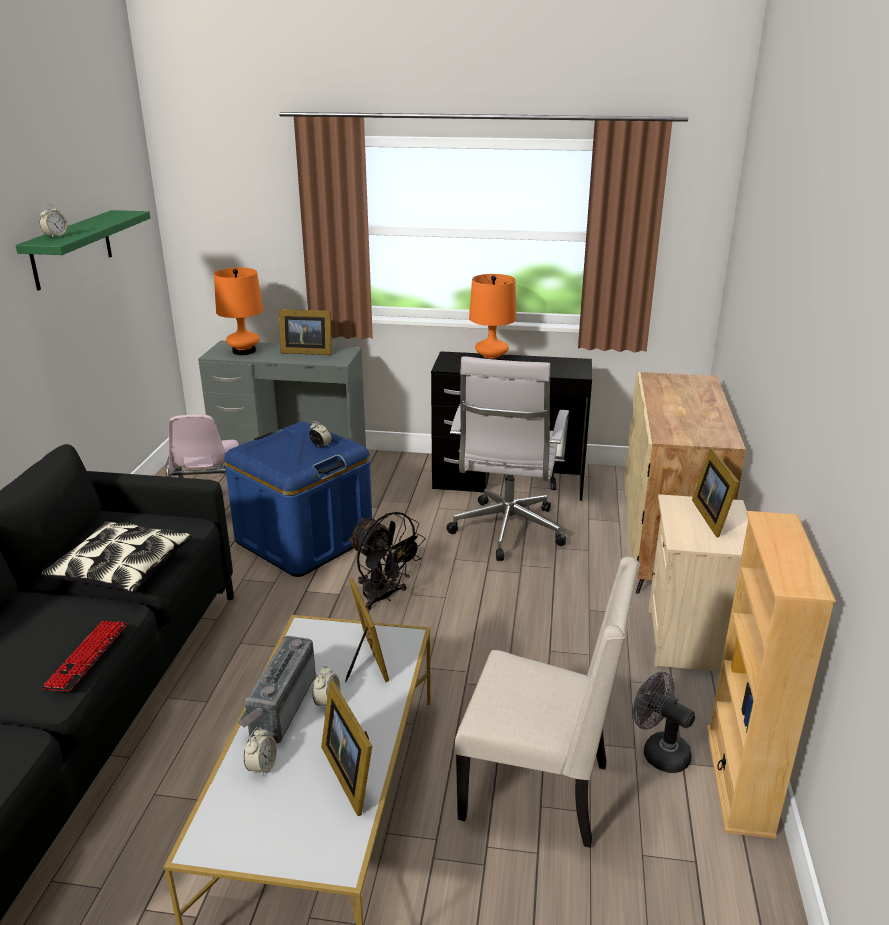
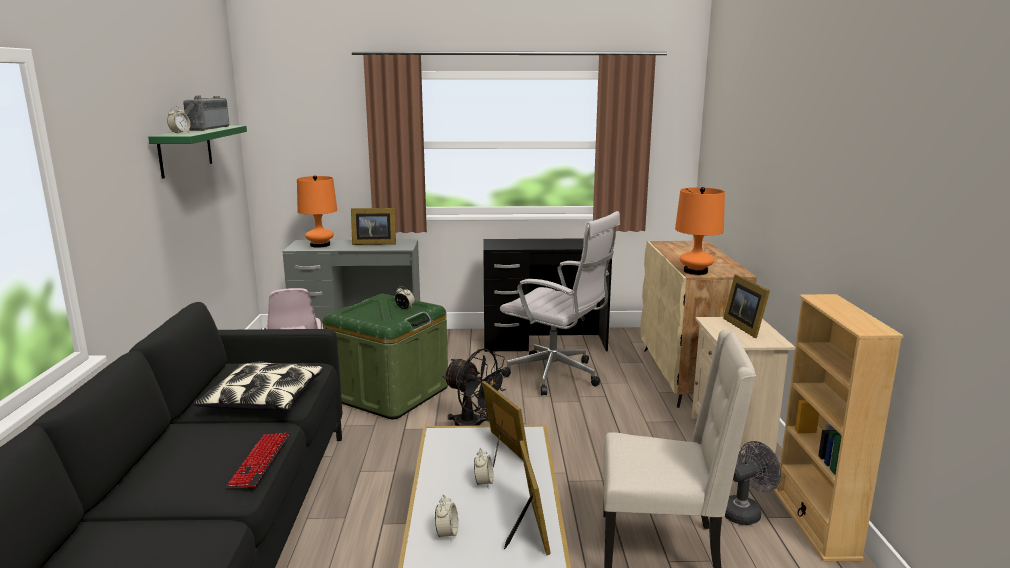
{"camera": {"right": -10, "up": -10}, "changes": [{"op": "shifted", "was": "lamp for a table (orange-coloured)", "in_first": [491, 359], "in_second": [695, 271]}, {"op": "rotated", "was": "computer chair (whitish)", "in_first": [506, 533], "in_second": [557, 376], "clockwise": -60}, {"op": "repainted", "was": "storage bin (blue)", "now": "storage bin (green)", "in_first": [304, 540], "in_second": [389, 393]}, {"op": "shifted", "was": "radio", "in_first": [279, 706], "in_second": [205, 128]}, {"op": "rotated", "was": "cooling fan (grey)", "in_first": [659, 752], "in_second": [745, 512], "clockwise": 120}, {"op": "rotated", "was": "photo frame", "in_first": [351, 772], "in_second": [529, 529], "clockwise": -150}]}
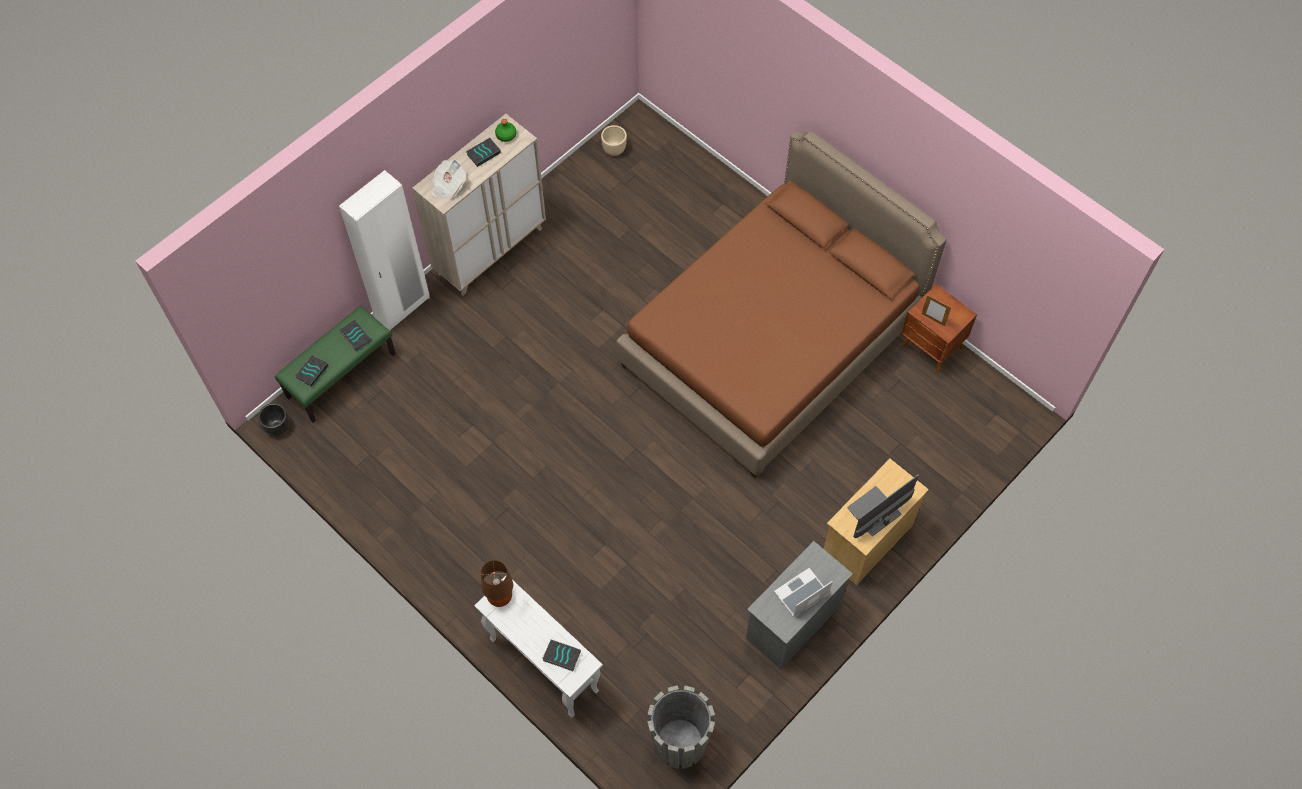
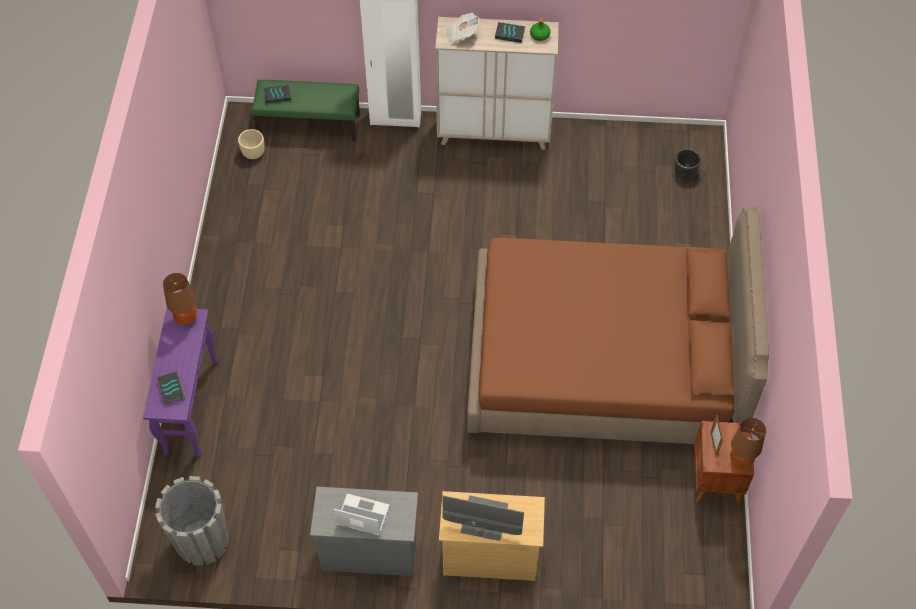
{"camera": {"right": 50, "up": -5}, "changes": [{"op": "shifted", "was": "flower pot (beige)", "in_first": [614, 149], "in_second": [254, 153]}, {"op": "gone", "was": "book", "in_first": [355, 336]}, {"op": "shifted", "was": "flower pot (black)", "in_first": [277, 427], "in_second": [684, 173]}, {"op": "repainted", "was": "console table (whitish)", "now": "console table (purplish)", "in_first": [543, 664], "in_second": [191, 405]}, {"op": "new", "now": "lamp for a table (brownish)", "in_second": [741, 460]}]}
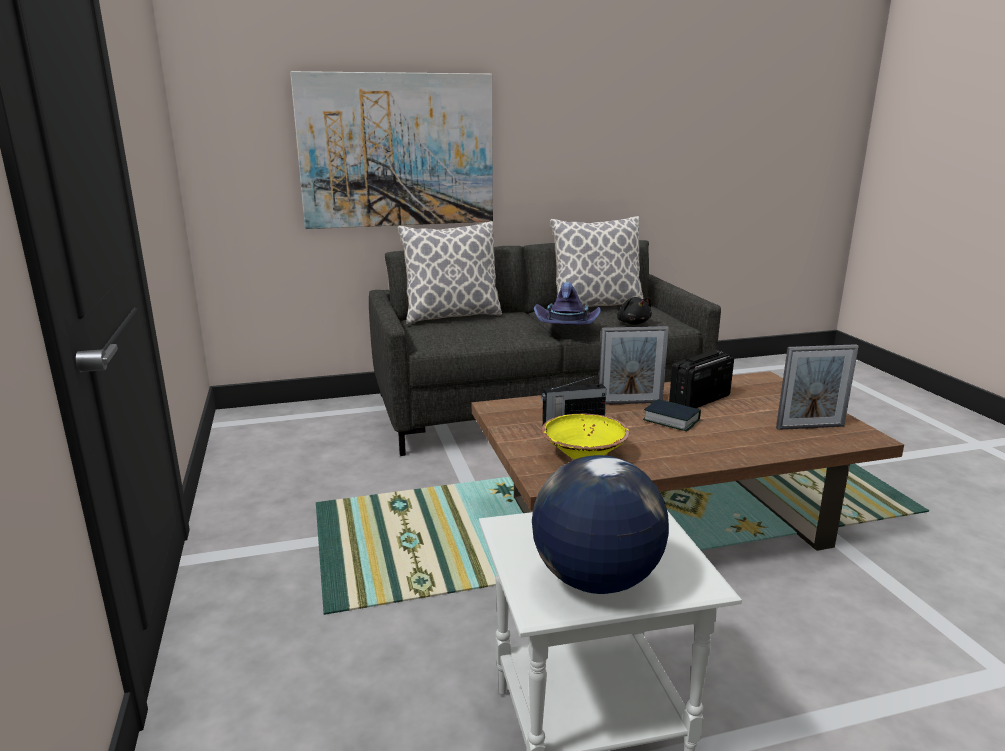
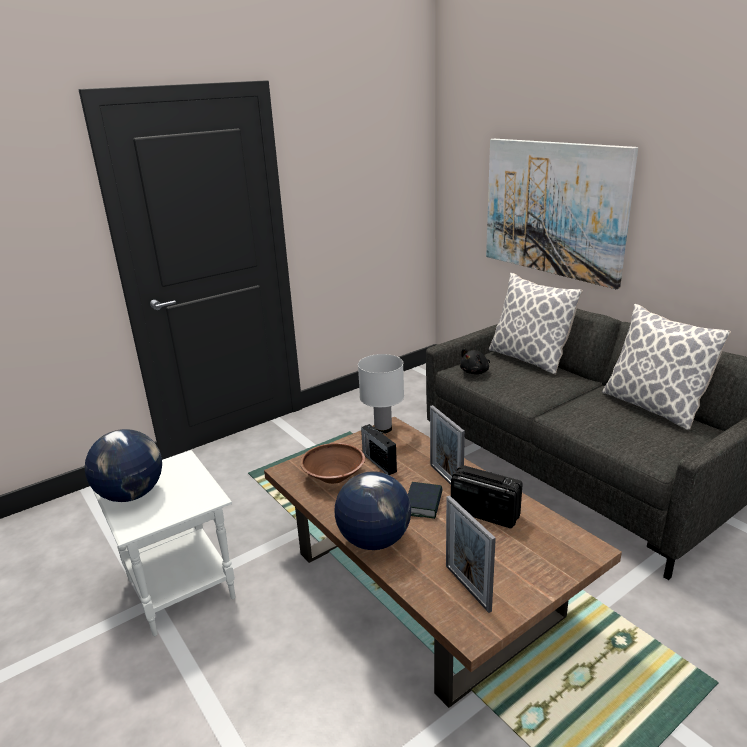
{"camera": {"right": 70, "up": 5}, "changes": [{"op": "gone", "was": "clothing hat (purplish)", "in_first": [567, 327]}, {"op": "shifted", "was": "cuddly toy (black)", "in_first": [633, 323], "in_second": [475, 372]}, {"op": "repainted", "was": "deep dish (yellowish)", "now": "deep dish (brownish)", "in_first": [584, 454], "in_second": [333, 476]}, {"op": "new", "now": "lamp for a table (whitish)", "in_second": [382, 428]}, {"op": "new", "now": "globe", "in_second": [374, 540]}]}
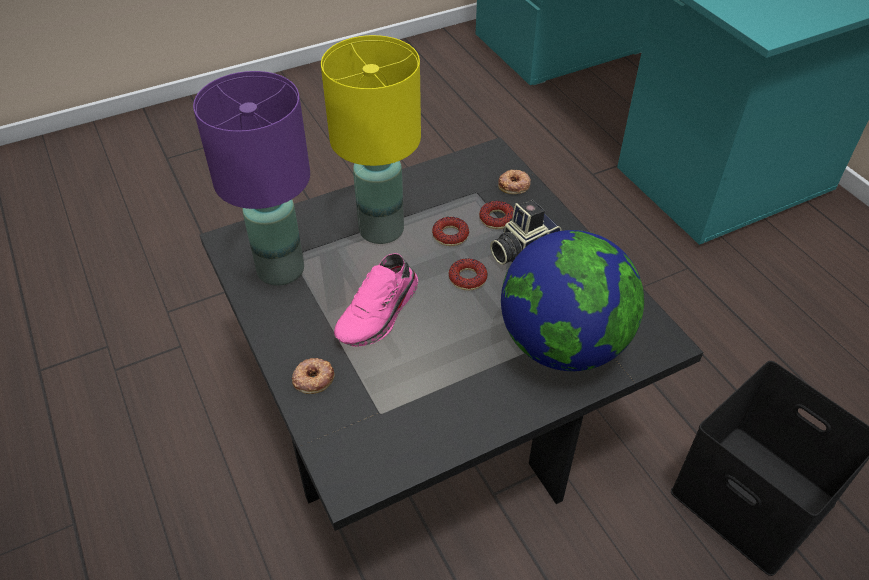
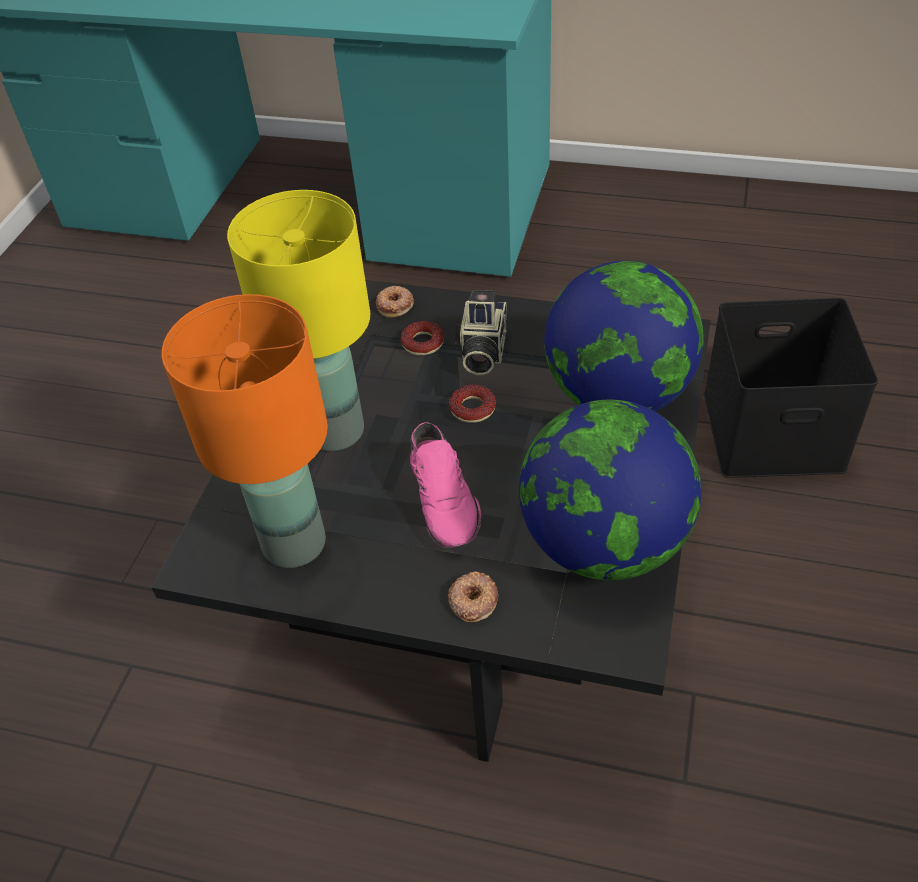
{"camera": {"right": -45, "up": 0}, "changes": [{"op": "repainted", "was": "lamp for a table (purplish)", "now": "lamp for a table (orange-coloured)", "in_first": [279, 269], "in_second": [292, 544]}, {"op": "gone", "was": "doughnut", "in_first": [450, 235]}, {"op": "new", "now": "globe", "in_second": [604, 543]}]}
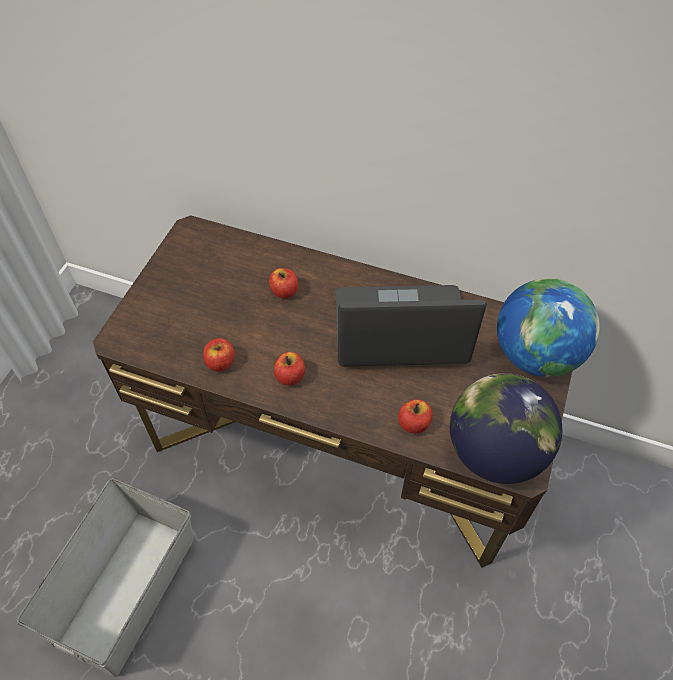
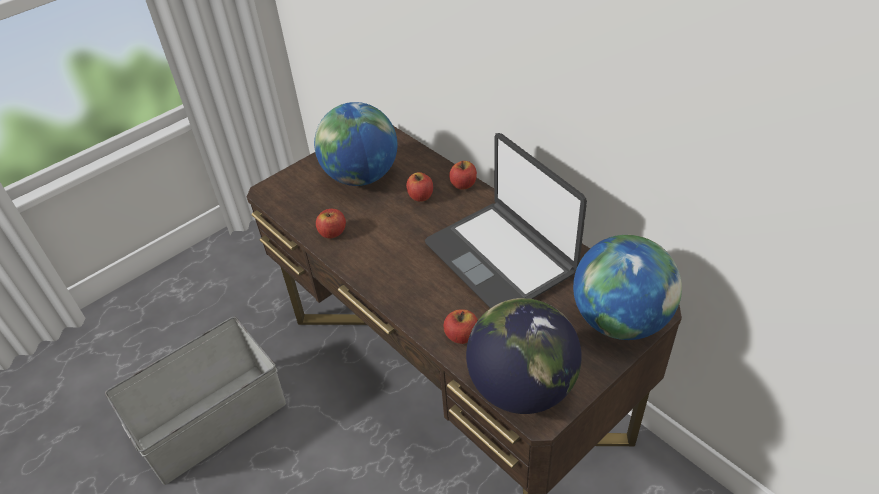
{"camera": {"right": 30, "up": -10}, "changes": [{"op": "rotated", "was": "portable computer", "in_first": [400, 330], "in_second": [501, 257], "clockwise": -150}, {"op": "shifted", "was": "apple fruit", "in_first": [290, 376], "in_second": [463, 184]}, {"op": "new", "now": "globe", "in_second": [361, 176]}]}
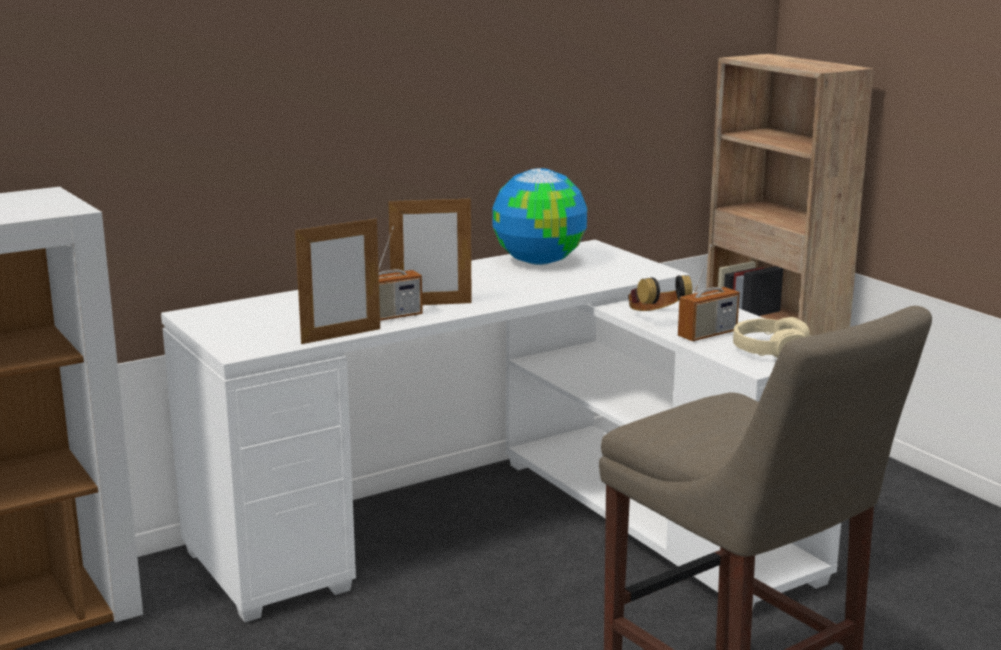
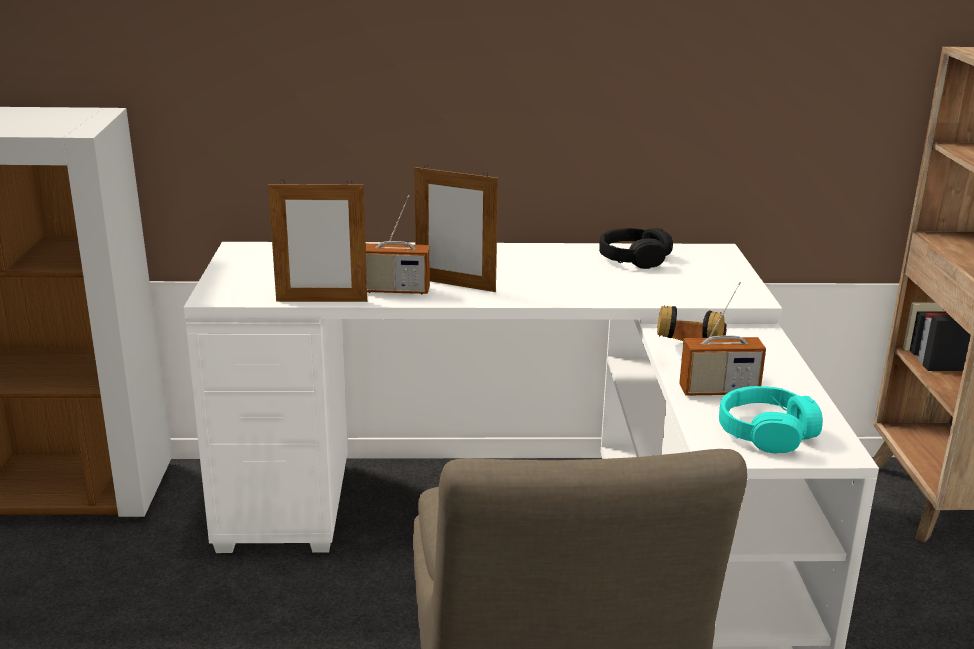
{"camera": {"right": 30, "up": 5}, "changes": [{"op": "swapped", "was": "globe", "now": "headset (black)", "in_first": [538, 262], "in_second": [633, 258]}, {"op": "repainted", "was": "headset (beige)", "now": "headset (turquoise)", "in_first": [769, 350], "in_second": [766, 432]}]}
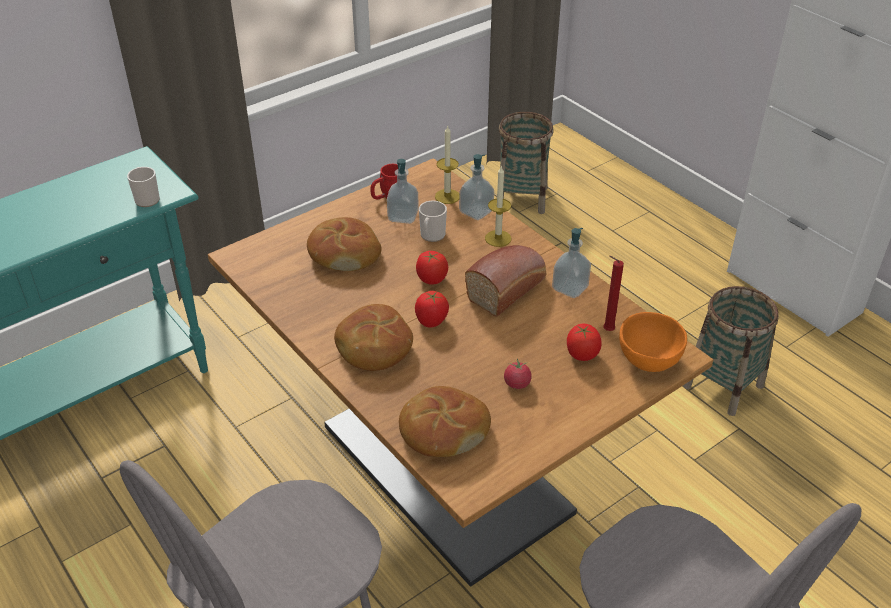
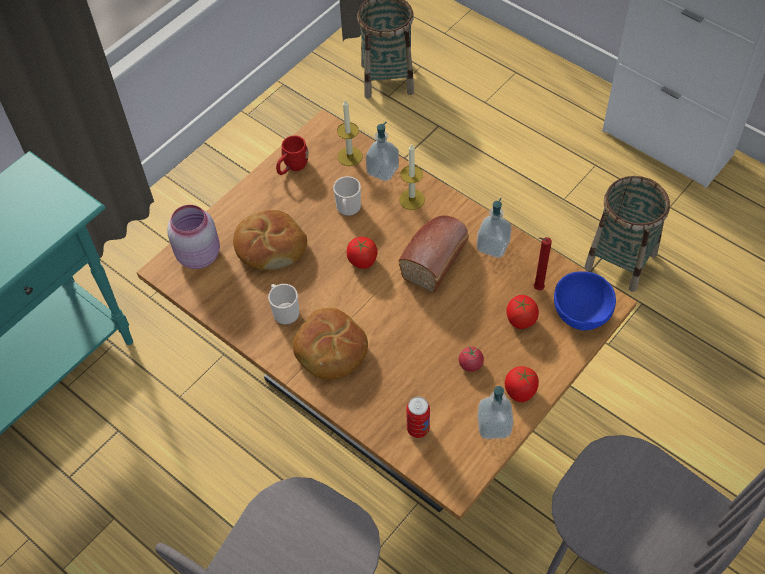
{"camera": {"right": -10, "up": 15}, "changes": [{"op": "shifted", "was": "soap dispenser", "in_first": [403, 216], "in_second": [494, 426]}, {"op": "shifted", "was": "coffee mug", "in_first": [146, 198], "in_second": [284, 311]}, {"op": "shifted", "was": "whole tomato", "in_first": [431, 321], "in_second": [520, 392]}, {"op": "repainted", "was": "deep dish (orange-coloured)", "now": "deep dish (blue)", "in_first": [647, 360], "in_second": [580, 315]}, {"op": "swapped", "was": "baked bread", "now": "sealed can", "in_first": [443, 431], "in_second": [418, 429]}, {"op": "new", "now": "jar (pink-coloured)", "in_second": [198, 254]}]}
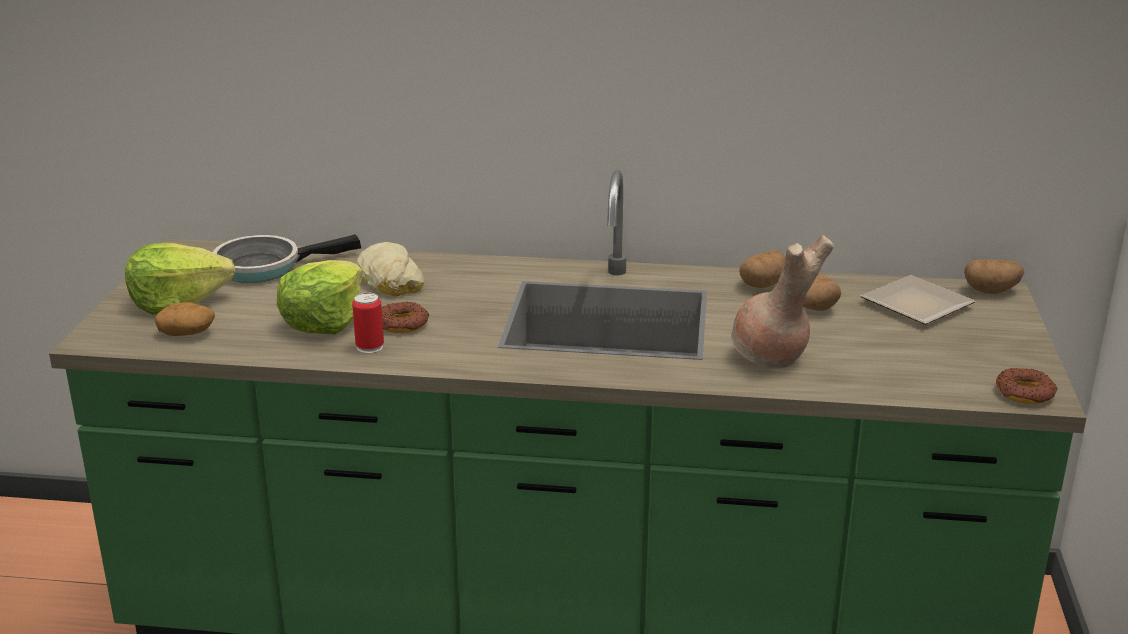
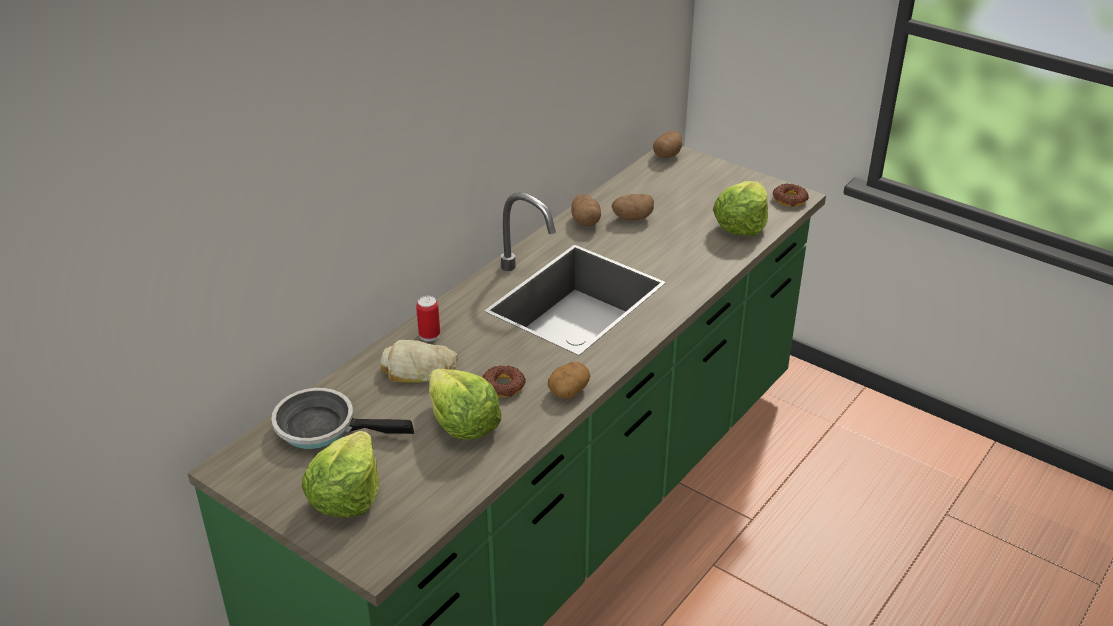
{"camera": {"right": -60, "up": 10}, "changes": [{"op": "rotated", "was": "pan", "in_first": [265, 267], "in_second": [323, 427], "clockwise": 90}, {"op": "gone", "was": "decorative vase (brownish)", "in_first": [770, 359]}, {"op": "gone", "was": "flat dish", "in_first": [917, 307]}, {"op": "shifted", "was": "sealed can", "in_first": [370, 347], "in_second": [429, 335]}, {"op": "shifted", "was": "whole potato", "in_first": [187, 333], "in_second": [568, 389]}, {"op": "new", "now": "lettuce head", "in_second": [741, 224]}]}
